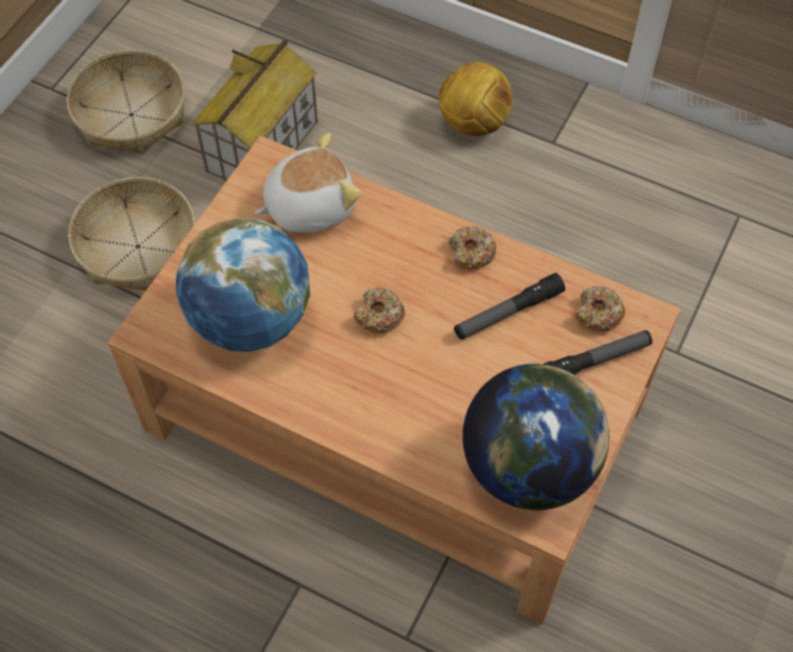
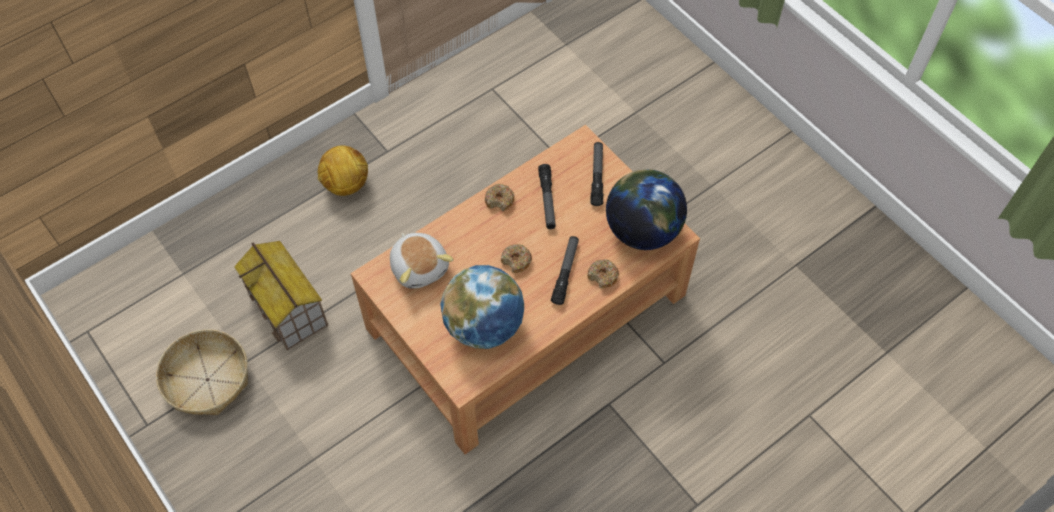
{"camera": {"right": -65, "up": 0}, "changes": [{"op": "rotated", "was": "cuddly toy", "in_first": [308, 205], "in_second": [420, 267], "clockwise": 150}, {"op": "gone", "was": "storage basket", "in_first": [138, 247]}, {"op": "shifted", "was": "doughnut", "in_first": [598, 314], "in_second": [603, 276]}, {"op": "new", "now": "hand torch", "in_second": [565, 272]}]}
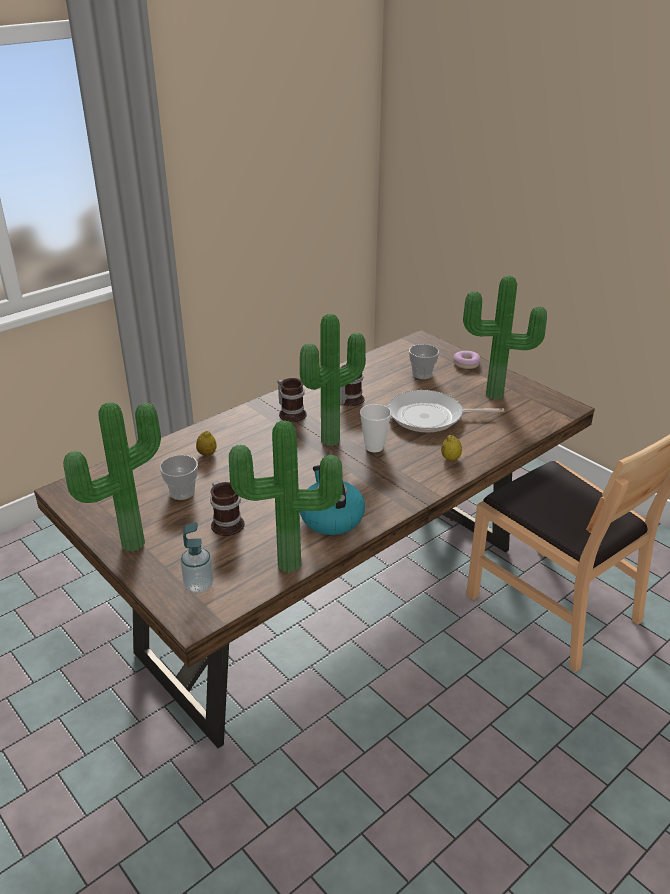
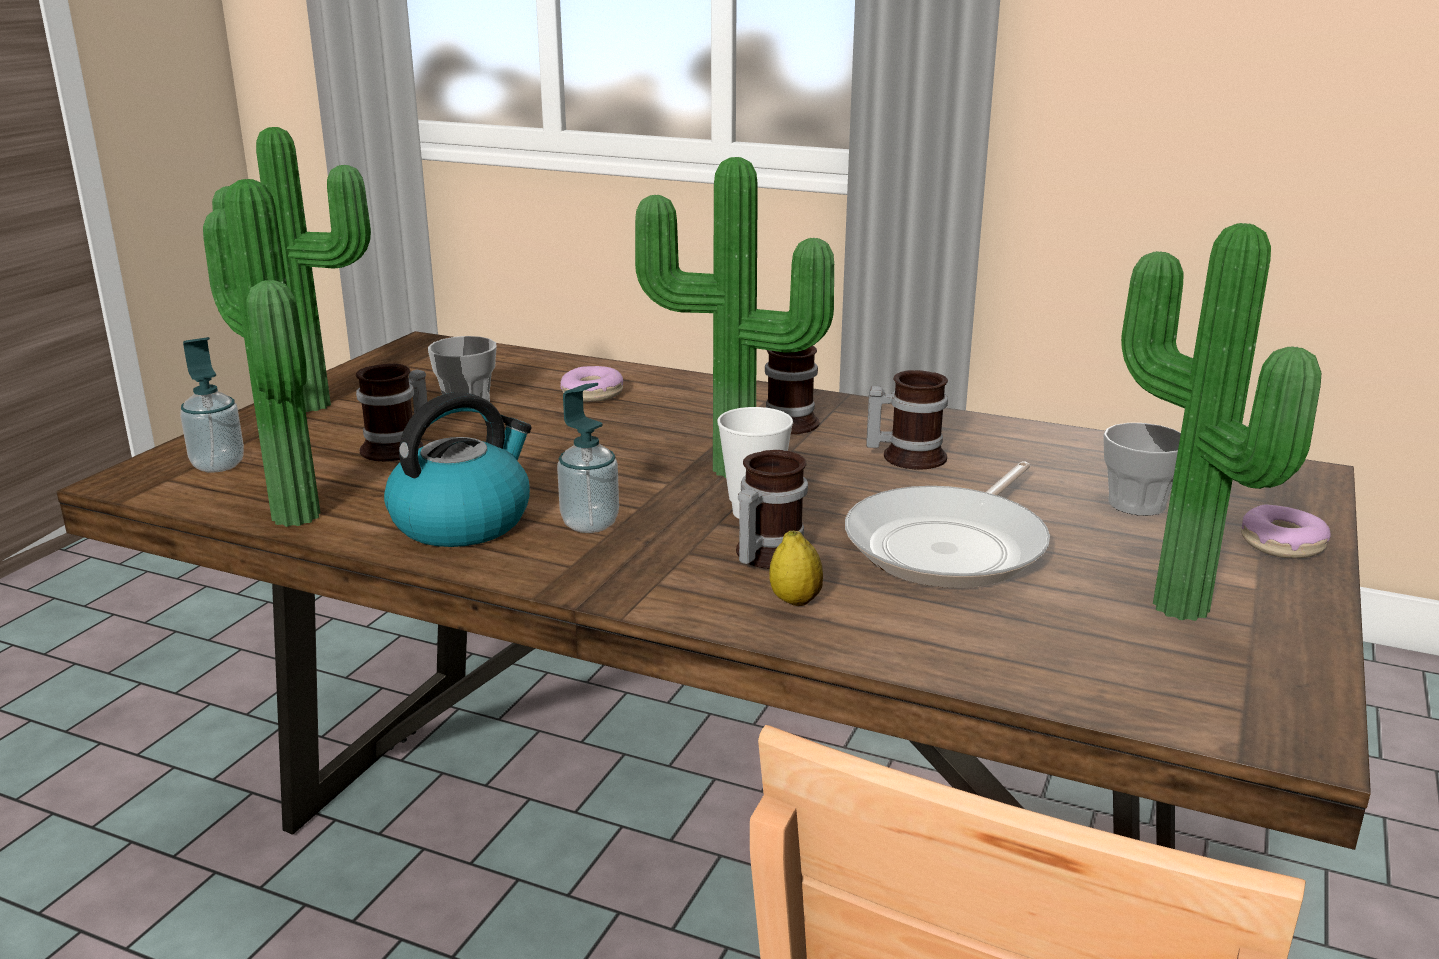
{"camera": {"right": 65, "up": -10}, "changes": [{"op": "rotated", "was": "pan", "in_first": [430, 417], "in_second": [951, 546], "clockwise": -120}, {"op": "swapped", "was": "citrus fruit", "now": "doughnut", "in_first": [207, 454], "in_second": [592, 394]}, {"op": "new", "now": "soap dispenser", "in_second": [590, 524]}, {"op": "new", "now": "coffee mug", "in_second": [765, 554]}]}
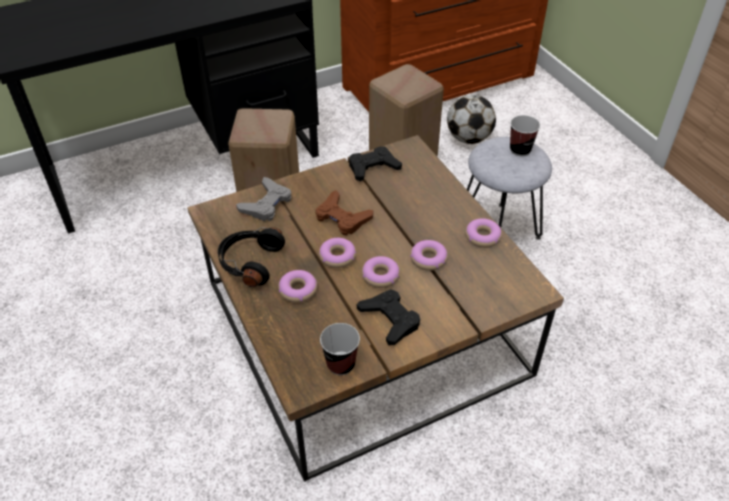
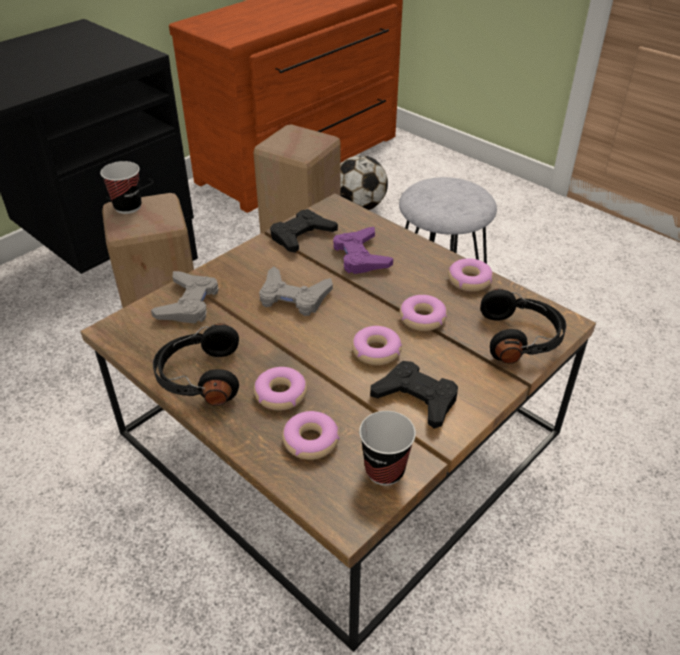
{"camera": {"right": -20, "up": -5}, "changes": [{"op": "shifted", "was": "small cup", "in_first": [520, 150], "in_second": [128, 207]}, {"op": "repainted", "was": "gamepad (brownish)", "now": "gamepad (grey)", "in_first": [342, 218], "in_second": [293, 297]}, {"op": "shifted", "was": "doughnut", "in_first": [337, 257], "in_second": [311, 441]}, {"op": "new", "now": "gamepad (purplish)", "in_second": [360, 256]}, {"op": "new", "now": "headset (black)", "in_second": [521, 338]}]}
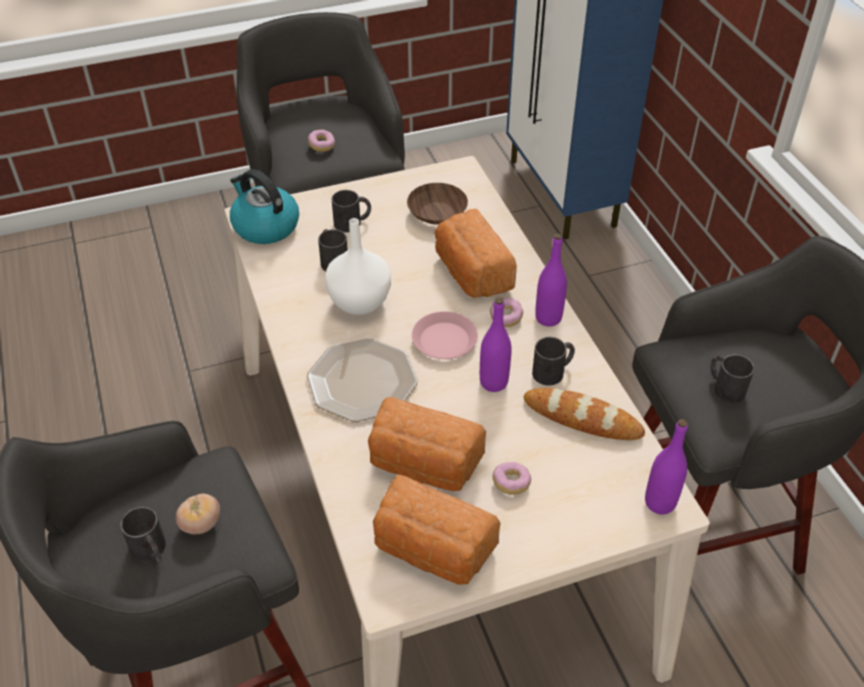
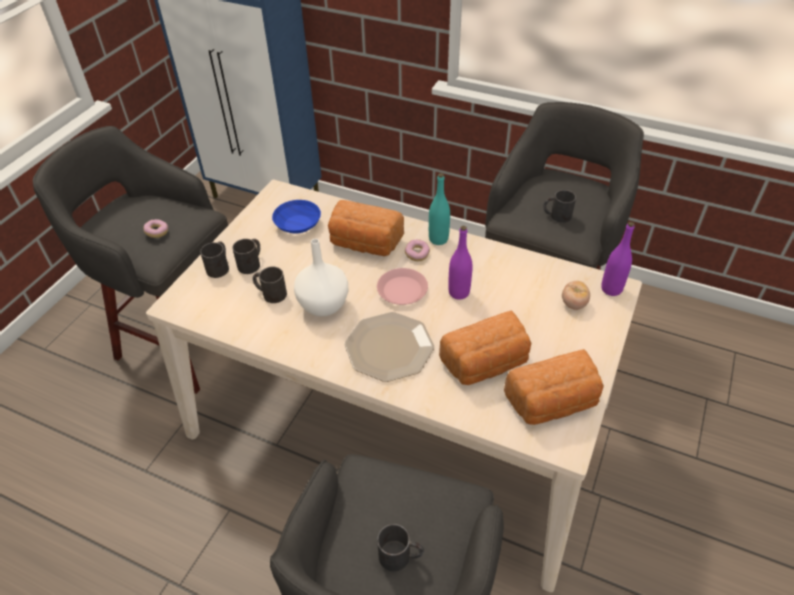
{"camera": {"right": -45, "up": 0}, "changes": [{"op": "gone", "was": "tea kettle", "in_first": [265, 226]}, {"op": "repainted", "was": "deep dish (brownish)", "now": "deep dish (blue)", "in_first": [438, 214], "in_second": [299, 224]}, {"op": "repainted", "was": "bottle (purplish)", "now": "bottle (turquoise)", "in_first": [548, 318], "in_second": [438, 239]}, {"op": "shifted", "was": "coffee mug (black)", "in_first": [553, 371], "in_second": [219, 266]}, {"op": "gone", "was": "baked bread", "in_first": [582, 418]}, {"op": "gone", "was": "doughnut", "in_first": [511, 483]}, {"op": "shifted", "was": "whole tomato", "in_first": [201, 524], "in_second": [573, 304]}]}
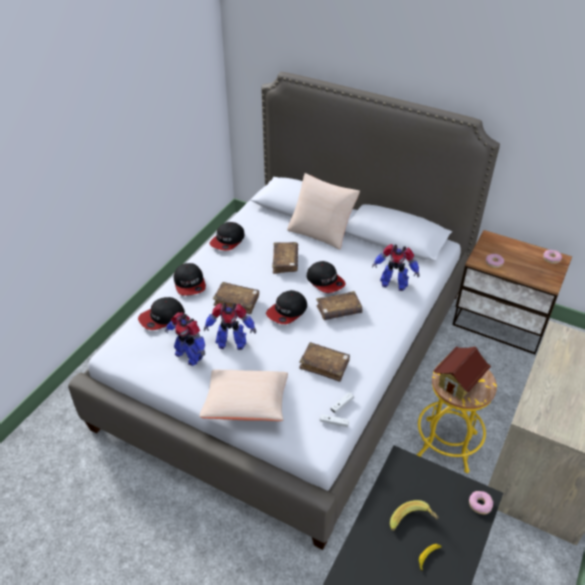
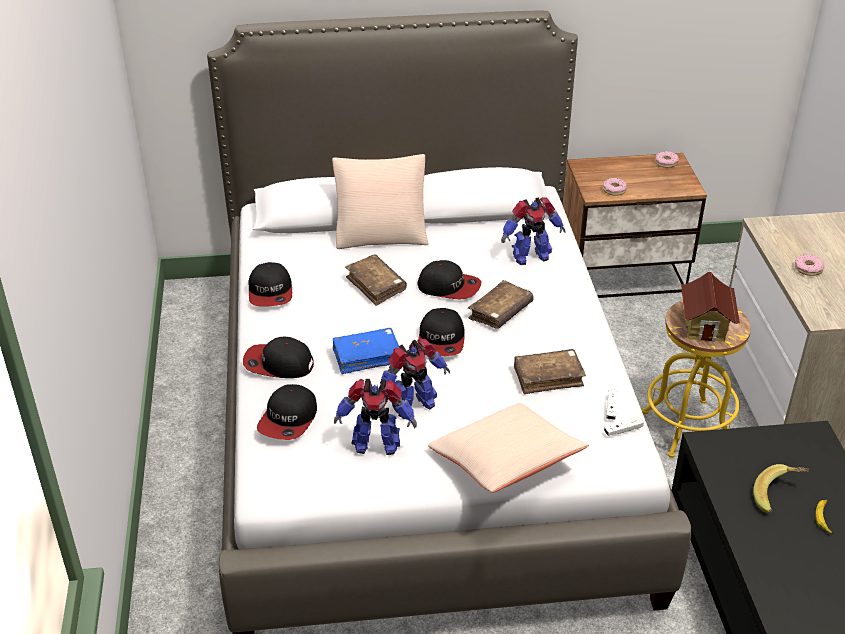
{"camera": {"right": -35, "up": -5}, "changes": [{"op": "rotated", "was": "peaked cap", "in_first": [190, 283], "in_second": [278, 364], "clockwise": 150}, {"op": "repainted", "was": "book (brownish)", "now": "book (blue)", "in_first": [236, 301], "in_second": [366, 356]}, {"op": "shifted", "was": "doughnut", "in_first": [480, 504], "in_second": [808, 269]}]}
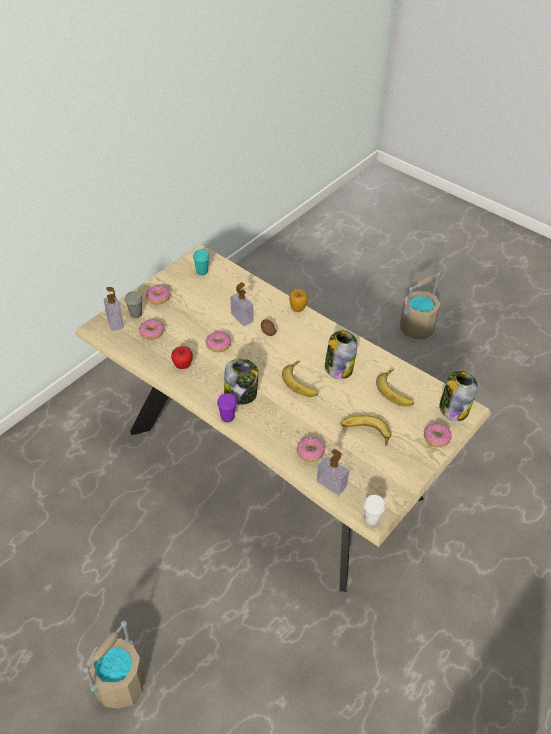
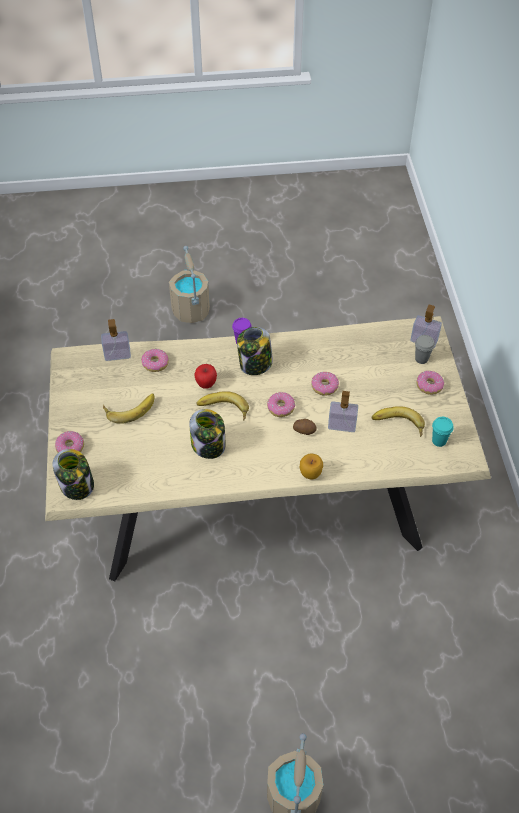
{"camera": {"right": 135, "up": 5}, "changes": [{"op": "shifted", "was": "doughnut", "in_first": [151, 333], "in_second": [281, 407]}, {"op": "shifted", "was": "apple fruit", "in_first": [182, 365], "in_second": [206, 384]}, {"op": "shifted", "was": "banana", "in_first": [396, 390], "in_second": [397, 425]}, {"op": "gone", "was": "small cup (whitish)", "in_first": [371, 519]}]}
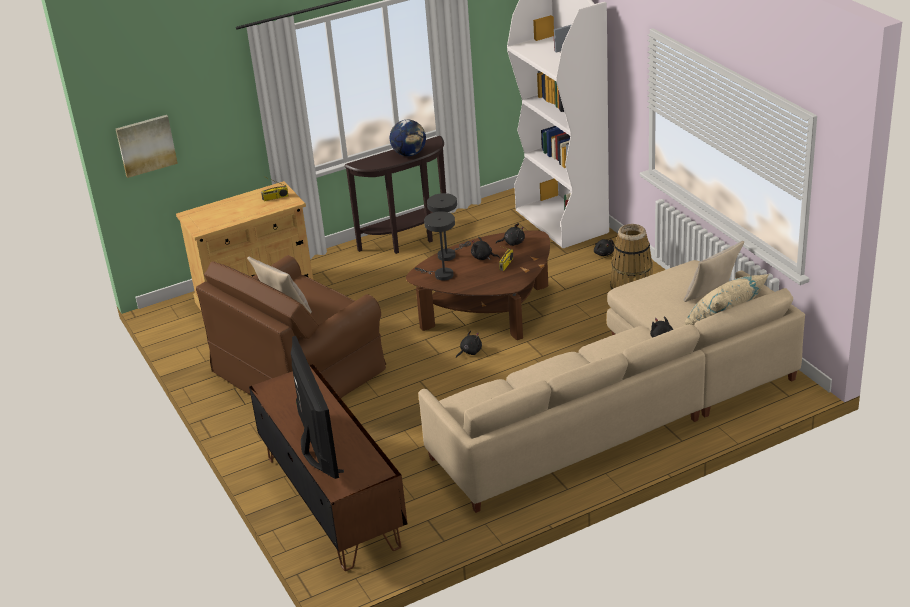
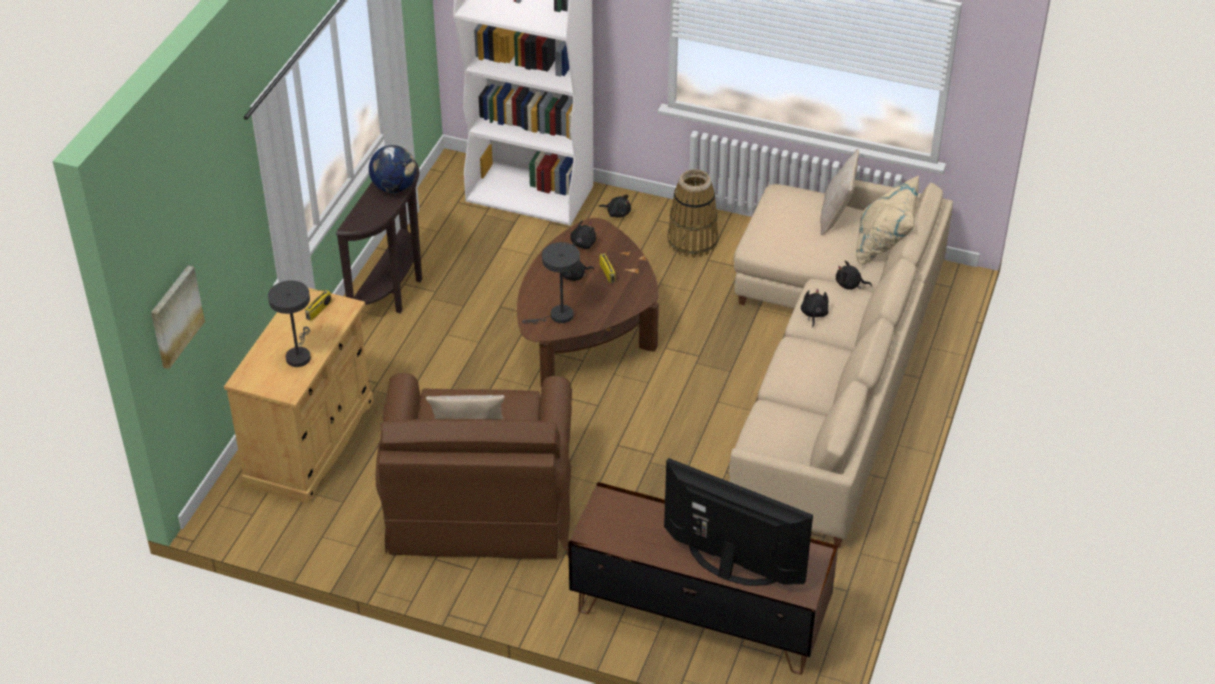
{"camera": {"right": -45, "up": 10}, "changes": [{"op": "shifted", "was": "lamp for a table (grey)", "in_first": [449, 254], "in_second": [298, 355]}, {"op": "shifted", "was": "cuddly toy (black)", "in_first": [469, 352], "in_second": [813, 314]}]}
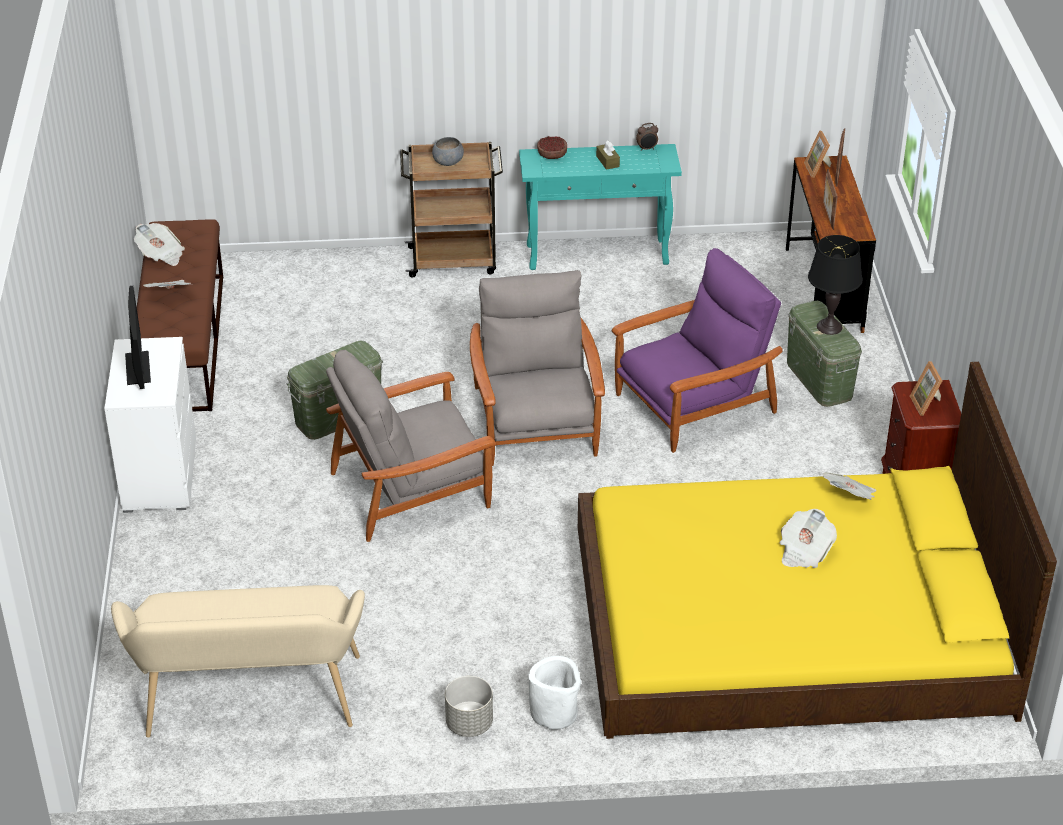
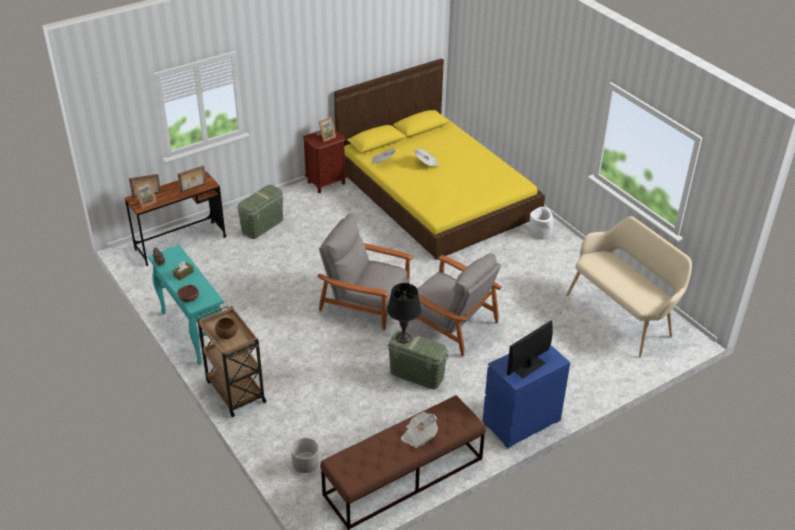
{"camera": {"right": -120, "up": 0}, "changes": [{"op": "repainted", "was": "deep dish (grey)", "now": "deep dish (brownish)", "in_first": [447, 162], "in_second": [226, 335]}, {"op": "gone", "was": "daily paper", "in_first": [161, 255]}, {"op": "shifted", "was": "lamp for a table (black)", "in_first": [829, 327], "in_second": [403, 338]}, {"op": "gone", "was": "armchair (purplish)", "in_first": [693, 404]}, {"op": "rotated", "was": "armchair (grey)", "in_first": [535, 422], "in_second": [365, 302], "clockwise": 60}, {"op": "repainted", "was": "chest of drawers (whitish)", "now": "chest of drawers (blue)", "in_first": [160, 475], "in_second": [521, 422]}, {"op": "shifted", "was": "flower pot (grey)", "in_first": [469, 723], "in_second": [305, 465]}]}
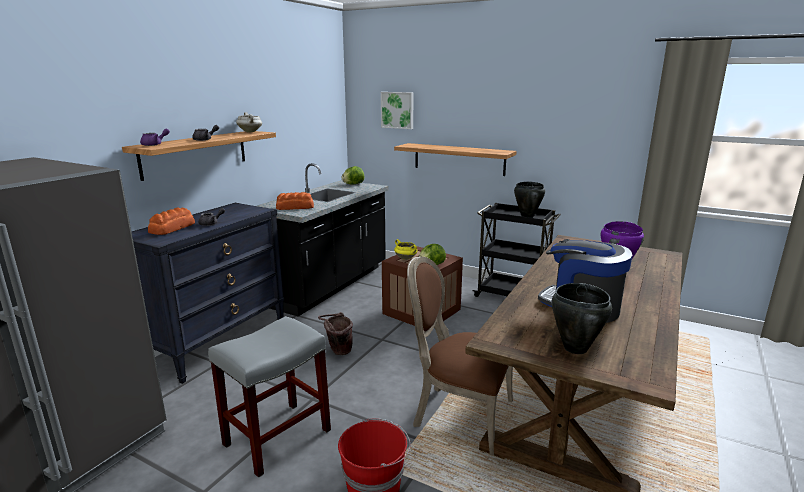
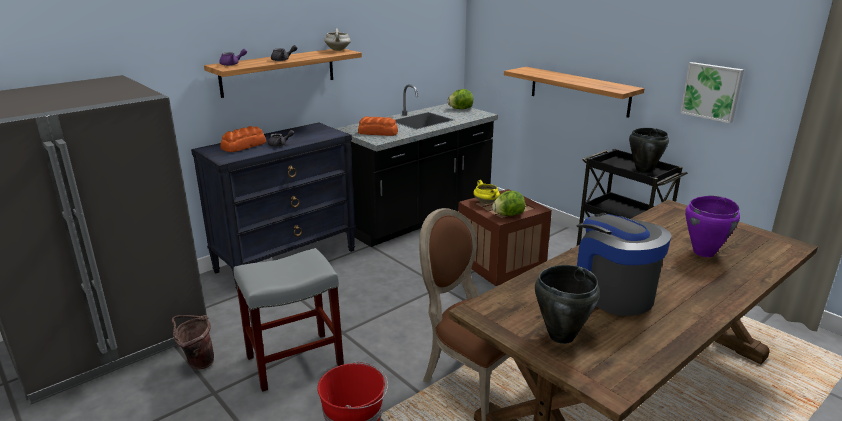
{"camera": {"right": 20, "up": 5}, "changes": [{"op": "shifted", "was": "wall art", "in_first": [397, 110], "in_second": [712, 91]}, {"op": "shifted", "was": "bucket (brownish)", "in_first": [338, 351], "in_second": [197, 362]}]}
